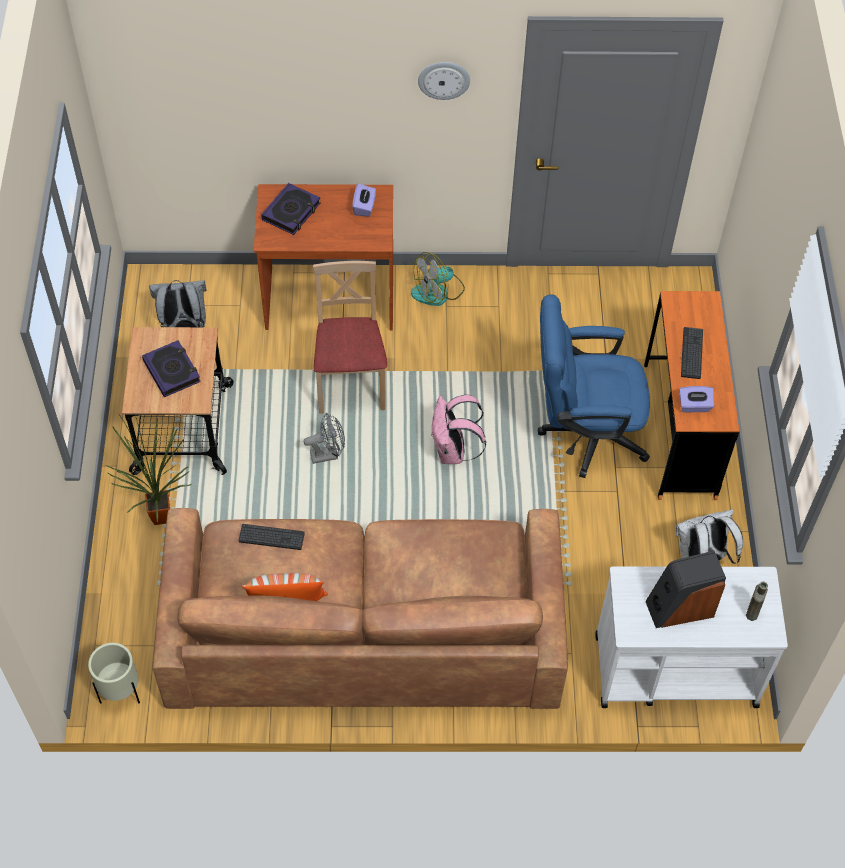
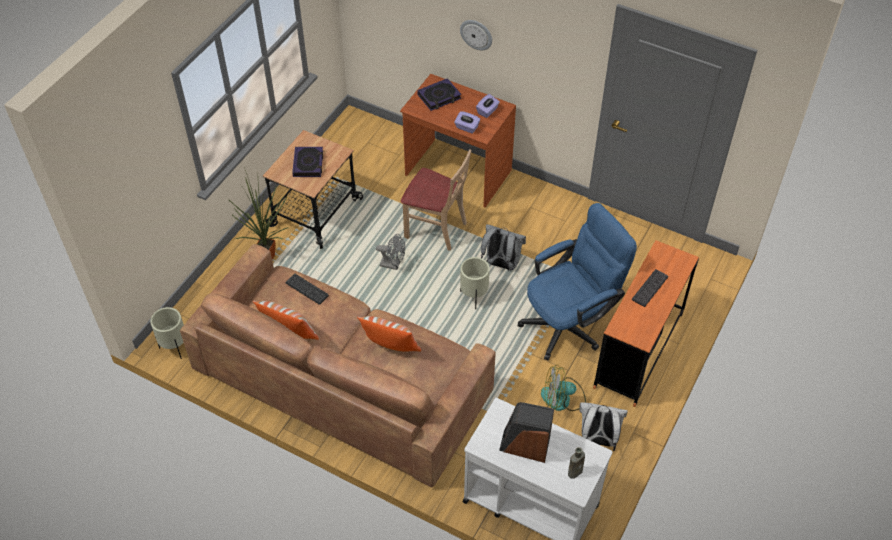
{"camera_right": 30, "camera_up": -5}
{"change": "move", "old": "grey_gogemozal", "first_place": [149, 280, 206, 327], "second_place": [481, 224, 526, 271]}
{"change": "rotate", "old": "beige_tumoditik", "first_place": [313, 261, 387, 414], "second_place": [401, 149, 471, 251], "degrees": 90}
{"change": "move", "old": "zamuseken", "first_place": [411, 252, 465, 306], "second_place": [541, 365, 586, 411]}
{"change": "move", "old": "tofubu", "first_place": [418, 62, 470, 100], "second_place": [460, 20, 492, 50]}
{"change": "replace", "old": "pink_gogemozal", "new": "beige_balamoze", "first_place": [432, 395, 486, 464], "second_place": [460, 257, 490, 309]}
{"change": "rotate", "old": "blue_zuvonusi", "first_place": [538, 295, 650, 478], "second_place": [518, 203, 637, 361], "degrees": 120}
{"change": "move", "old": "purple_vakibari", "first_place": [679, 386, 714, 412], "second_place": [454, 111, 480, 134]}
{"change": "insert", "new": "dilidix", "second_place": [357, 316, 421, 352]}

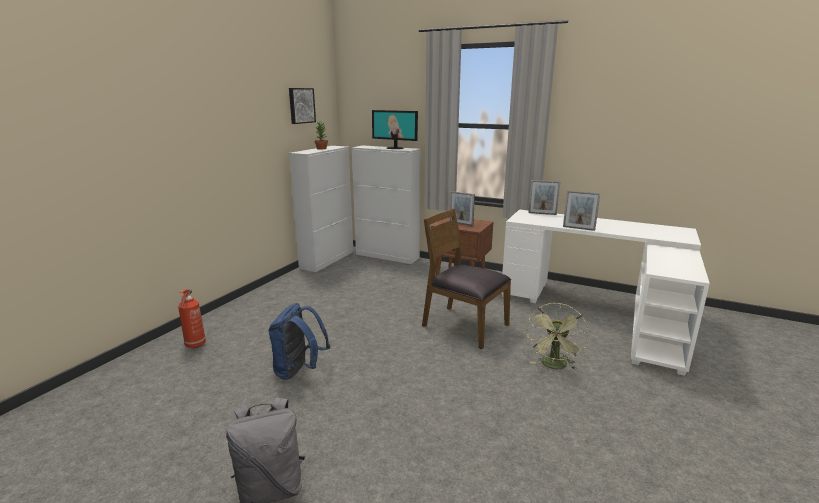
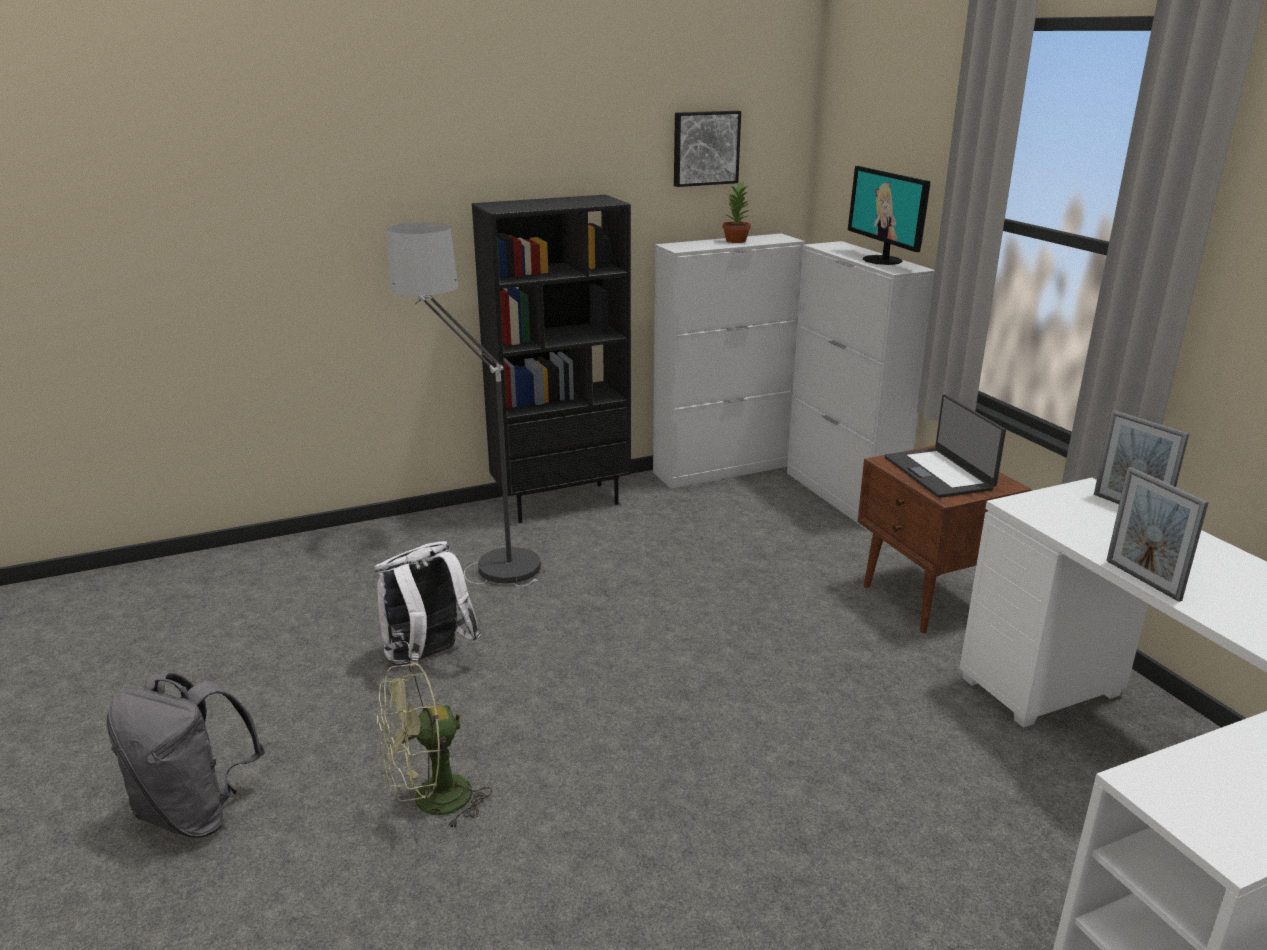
{"camera_right": 40, "camera_up": 5}
{"change": "delete", "old": "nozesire", "first_place": [178, 289, 206, 348]}
{"change": "recolor", "old": "blue_gogemozal", "new": "white_gogemozal", "first_place": [269, 303, 330, 380], "second_place": [374, 541, 482, 665]}
{"change": "delete", "old": "brown_tumoditik", "first_place": [422, 209, 511, 349]}
{"change": "replace", "old": "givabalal", "new": "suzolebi", "first_place": [450, 191, 475, 226], "second_place": [885, 394, 1006, 498]}
{"change": "move", "old": "green_zamuseken", "first_place": [527, 303, 589, 370], "second_place": [377, 663, 492, 830]}
{"change": "insert", "new": "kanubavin", "second_place": [387, 223, 541, 587]}
{"change": "insert", "new": "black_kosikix", "second_place": [472, 195, 631, 523]}

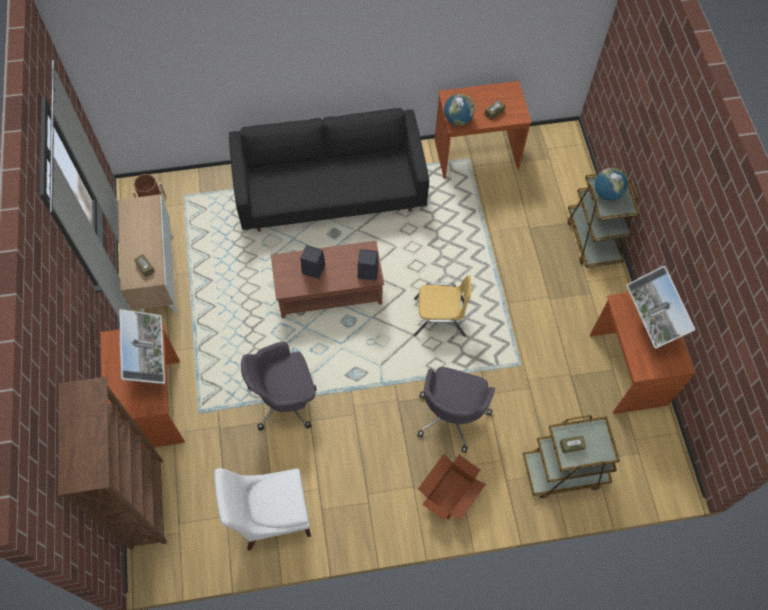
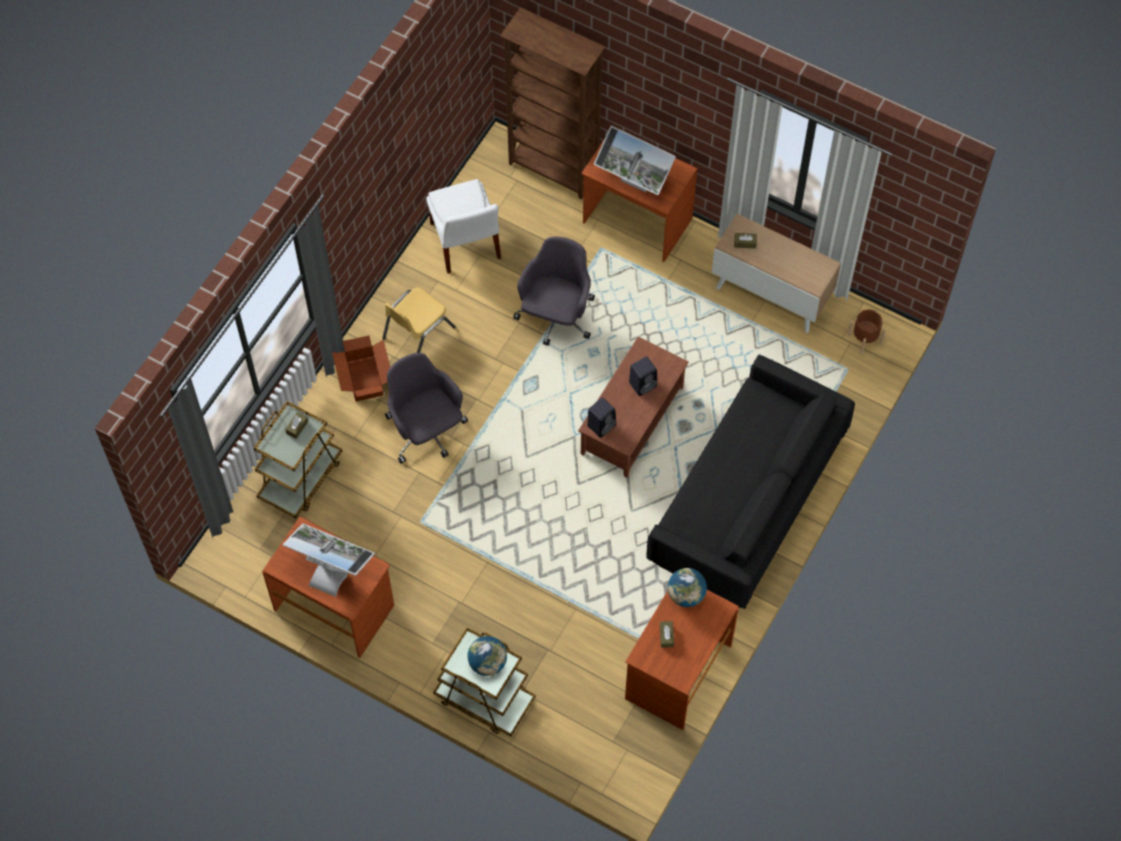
{"camera_right": 130, "camera_up": 0}
{"change": "rotate", "old": "white_tumoditik", "first_place": [214, 468, 311, 551], "second_place": [426, 179, 501, 273], "degrees": 135}
{"change": "move", "old": "yellow_tumoditik", "first_place": [414, 275, 471, 337], "second_place": [382, 288, 456, 353]}

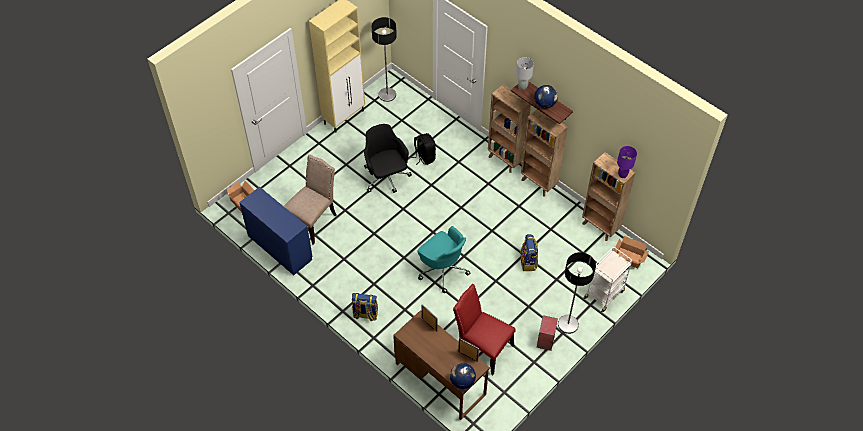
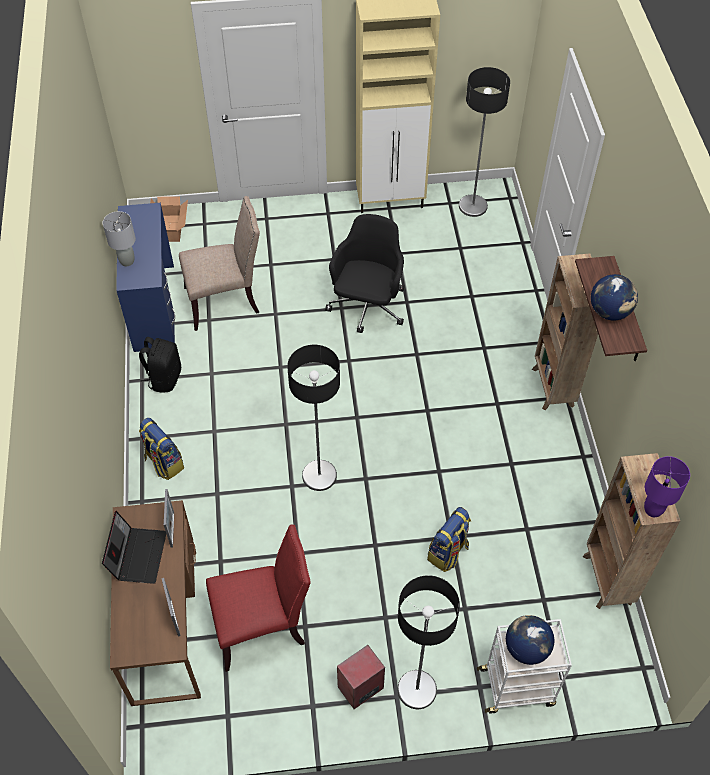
{"camera_right": 40, "camera_up": 0}
{"change": "move", "old": "black_gogemozal", "first_place": [411, 133, 436, 165], "second_place": [139, 337, 181, 393]}
{"change": "replace", "old": "turquoise_zuvonusi", "new": "kanubavin", "first_place": [418, 226, 471, 294], "second_place": [287, 345, 340, 491]}
{"change": "move", "old": "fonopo", "first_place": [450, 363, 476, 389], "second_place": [506, 615, 554, 665]}
{"change": "rotate", "old": "red_tumoditik", "first_place": [453, 284, 515, 375], "second_place": [206, 525, 311, 672], "degrees": 90}
{"change": "move", "old": "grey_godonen", "first_place": [516, 57, 534, 90], "second_place": [103, 211, 136, 266]}
{"change": "delete", "old": "brown_kosikix", "first_place": [521, 109, 568, 196]}
{"change": "delete", "old": "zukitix", "first_place": [614, 236, 650, 269]}
{"change": "insert", "new": "suzolebi", "second_place": [102, 511, 166, 584]}

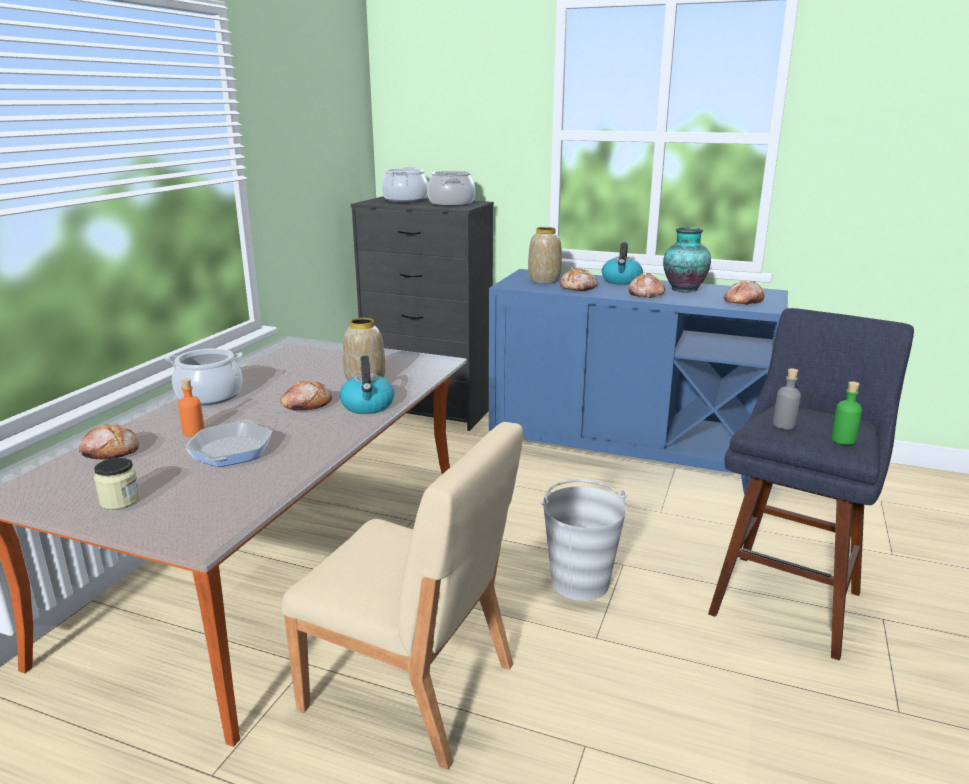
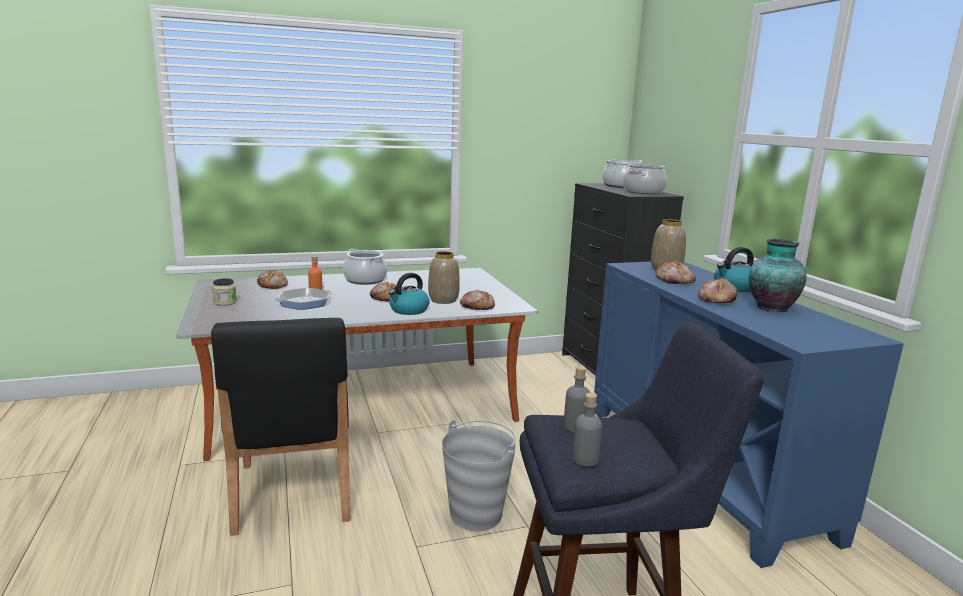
{"camera_right": 50, "camera_up": -5}
{"change": "recolor", "old": "beige_tumoditik", "new": "black_tumoditik", "first_place": [282, 422, 523, 770], "second_place": [211, 318, 350, 536]}
{"change": "move", "old": "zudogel", "first_place": [724, 281, 764, 304], "second_place": [460, 290, 495, 310]}
{"change": "recolor", "old": "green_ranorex", "new": "grey_ranorex", "first_place": [831, 381, 862, 445], "second_place": [573, 393, 602, 467]}

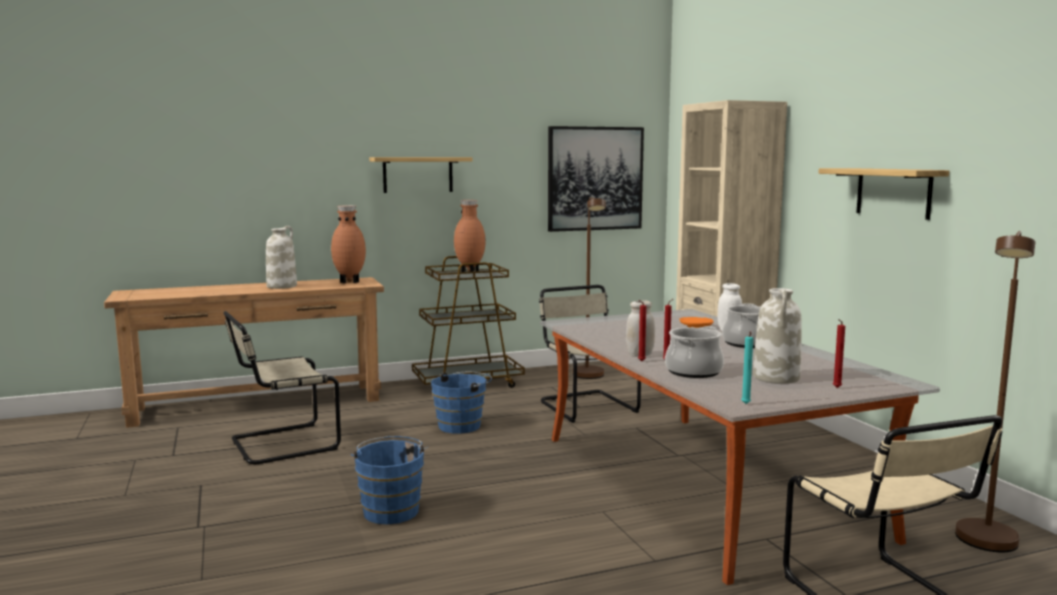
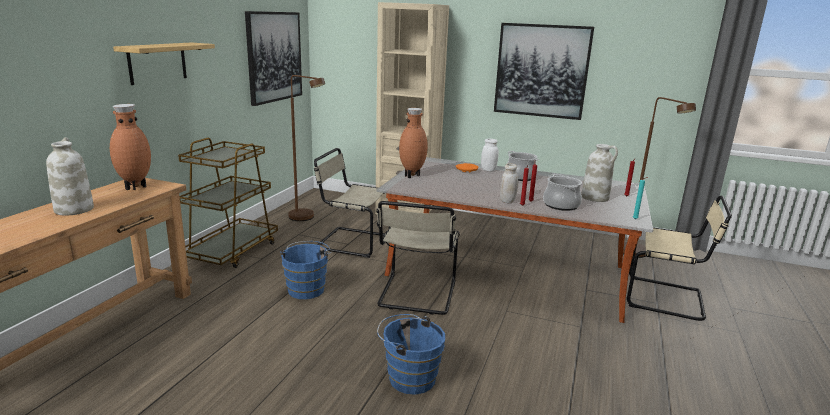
{"camera_right": -50, "camera_up": 10}
{"change": "move", "old": "beige_tumoditik", "first_place": [224, 311, 341, 464], "second_place": [376, 201, 460, 315]}
{"change": "move", "old": "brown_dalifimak", "first_place": [454, 200, 486, 272], "second_place": [399, 108, 428, 178]}
{"change": "replace", "old": "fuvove", "new": "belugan", "first_place": [818, 168, 949, 220], "second_place": [494, 23, 594, 120]}

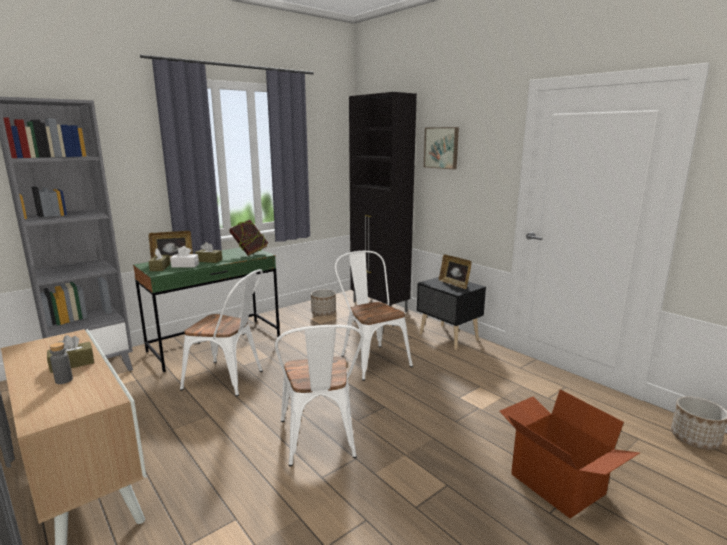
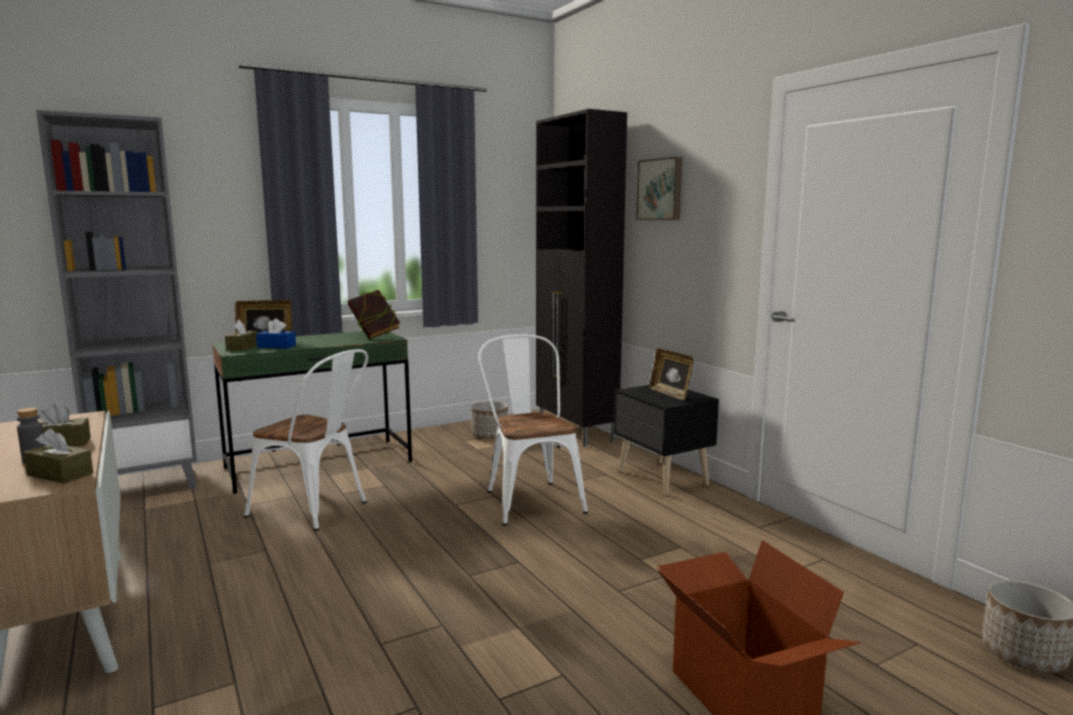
{"camera_right": 10, "camera_up": -5}
{"change": "recolor", "old": "white_vakibari", "new": "blue_vakibari", "first_place": [170, 246, 199, 268], "second_place": [256, 319, 296, 349]}
{"change": "move", "old": "brown_vakibari", "first_place": [195, 242, 222, 263], "second_place": [23, 428, 93, 484]}
{"change": "delete", "old": "white_tumoditik", "first_place": [275, 325, 363, 467]}

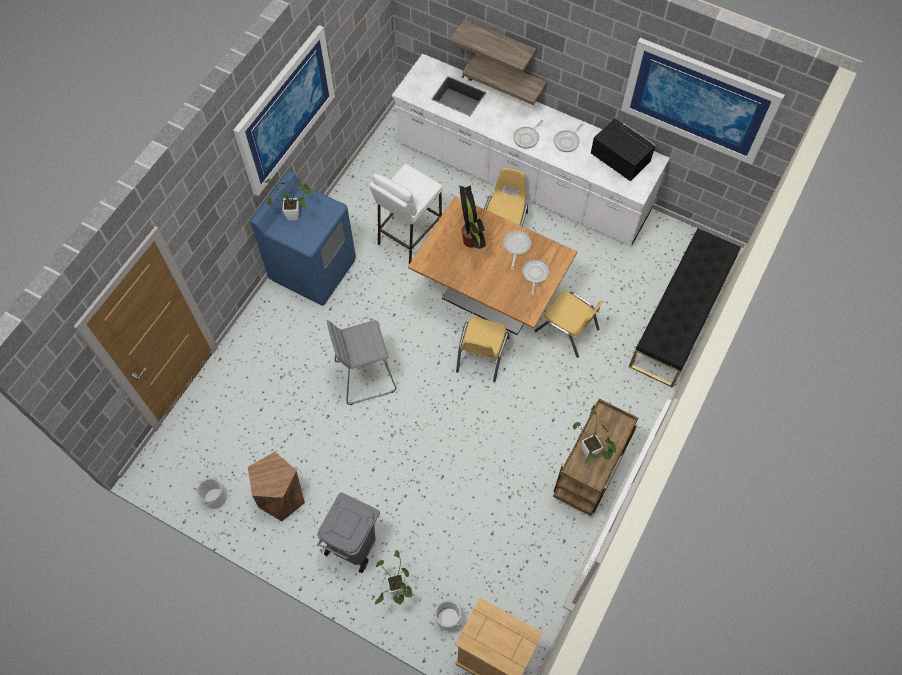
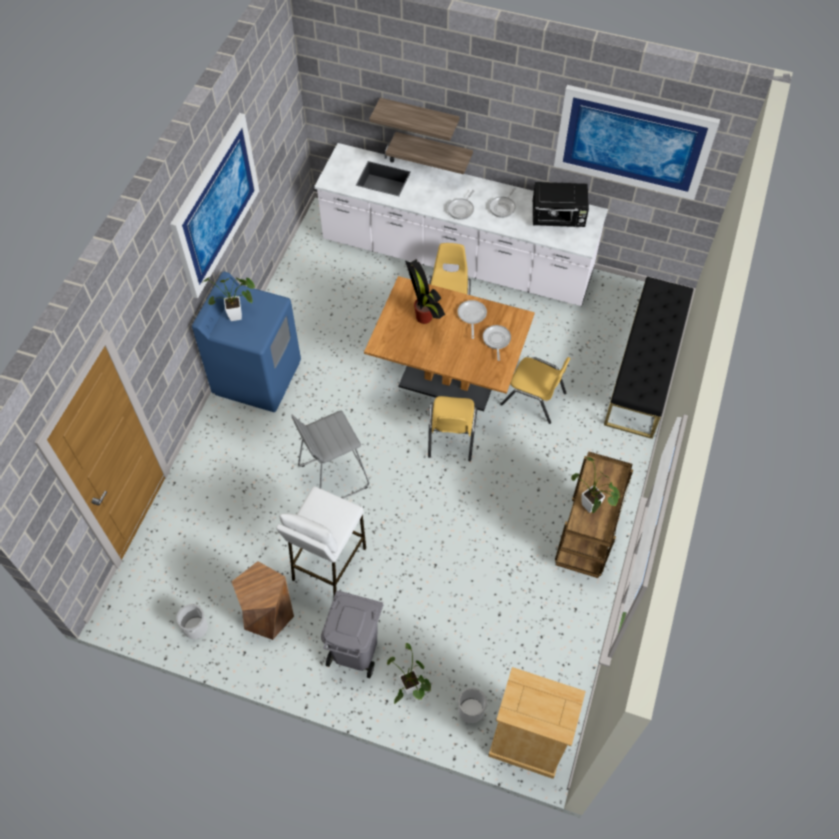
{"camera_right": -10, "camera_up": -5}
{"change": "move", "old": "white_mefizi", "first_place": [369, 164, 443, 264], "second_place": [276, 486, 366, 596]}
{"change": "rotate", "old": "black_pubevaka", "first_place": [591, 118, 656, 181], "second_place": [533, 182, 589, 227], "degrees": 150}

